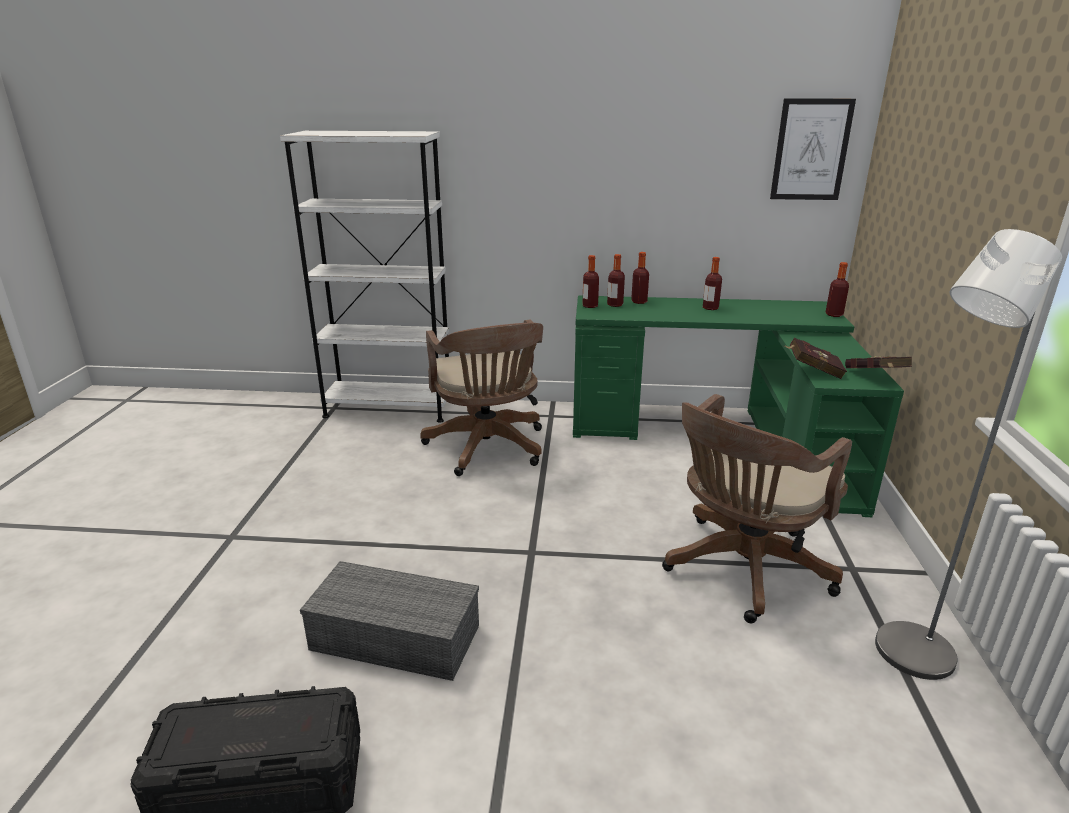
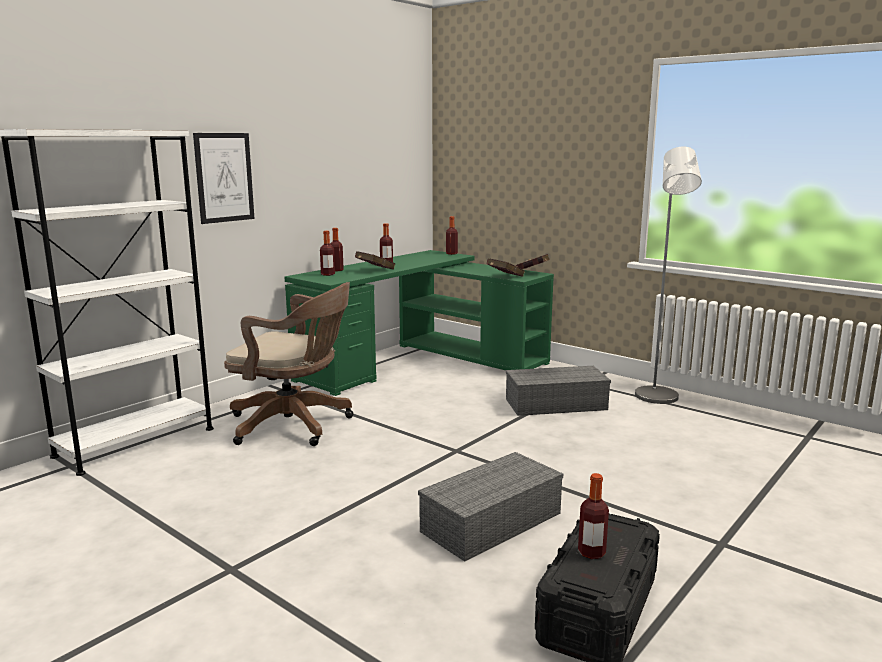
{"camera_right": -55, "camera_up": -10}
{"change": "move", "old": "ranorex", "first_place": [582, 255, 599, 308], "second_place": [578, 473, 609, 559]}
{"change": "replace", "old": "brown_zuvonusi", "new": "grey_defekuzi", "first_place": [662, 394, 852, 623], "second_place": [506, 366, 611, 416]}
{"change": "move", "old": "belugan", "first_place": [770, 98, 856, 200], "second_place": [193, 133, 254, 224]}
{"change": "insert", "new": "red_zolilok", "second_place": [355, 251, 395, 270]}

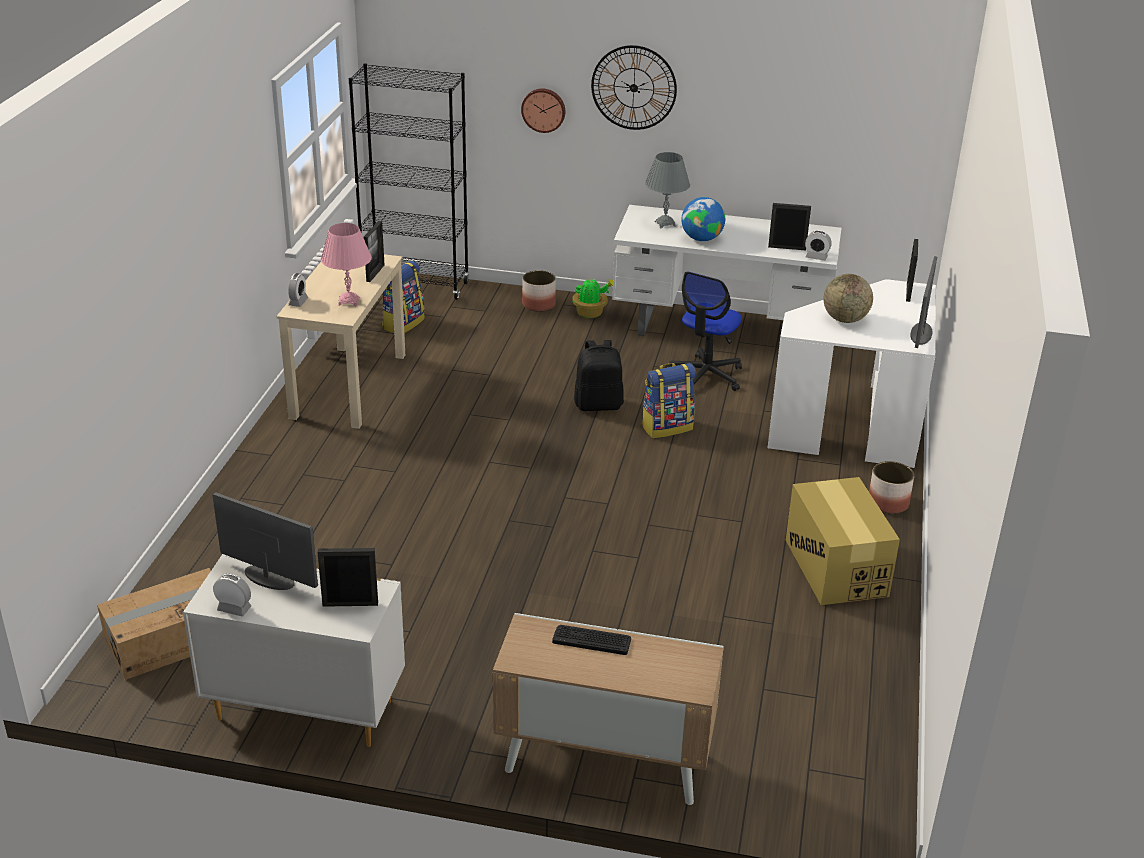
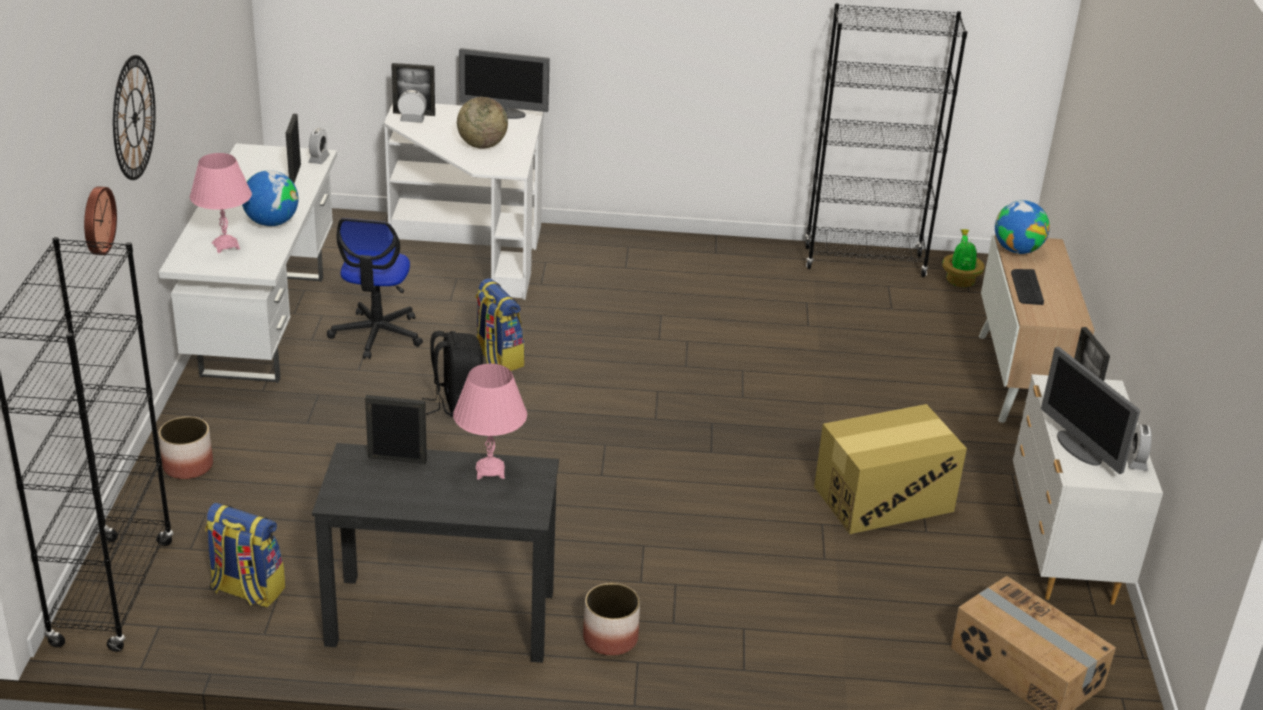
{"camera_right": -100, "camera_up": 0}
{"change": "rotate", "old": "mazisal", "first_place": [212, 492, 318, 590], "second_place": [1041, 347, 1140, 474], "degrees": -45}
{"change": "recolor", "old": "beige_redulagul", "new": "black_redulagul", "first_place": [276, 254, 405, 429], "second_place": [312, 443, 559, 663]}
{"change": "move", "old": "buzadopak", "first_place": [288, 273, 308, 307], "second_place": [397, 90, 427, 123]}
{"change": "move", "old": "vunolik", "first_place": [572, 277, 613, 318], "second_place": [942, 229, 984, 287]}
{"change": "recolor", "old": "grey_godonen", "new": "pink_godonen", "first_place": [645, 152, 690, 228], "second_place": [190, 153, 252, 253]}
{"change": "rotate", "old": "zuvonusi", "first_place": [665, 271, 742, 391], "second_place": [327, 218, 423, 359], "degrees": 75}
{"change": "move", "old": "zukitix", "first_place": [786, 477, 900, 605], "second_place": [814, 404, 967, 534]}
{"change": "move", "old": "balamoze", "first_place": [869, 461, 914, 514], "second_place": [583, 583, 640, 656]}
{"change": "insert", "new": "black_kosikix", "second_place": [805, 3, 967, 277]}
{"change": "insert", "new": "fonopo", "second_place": [995, 200, 1050, 254]}

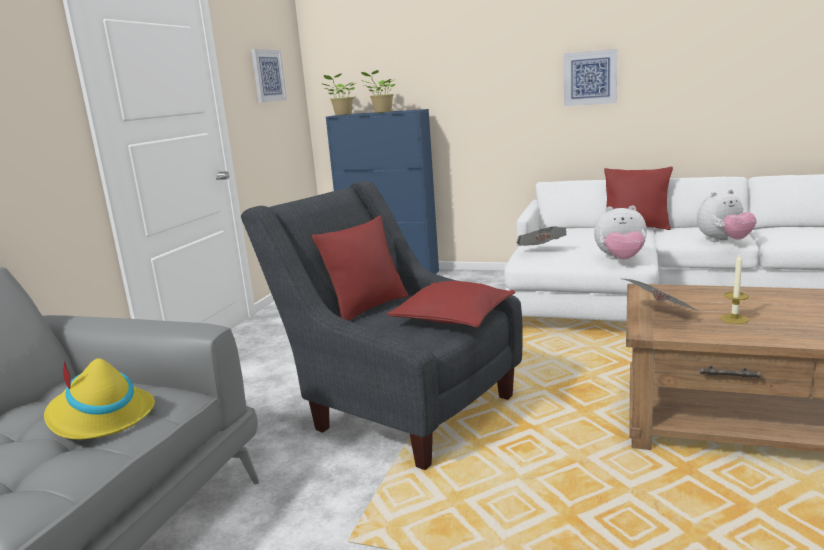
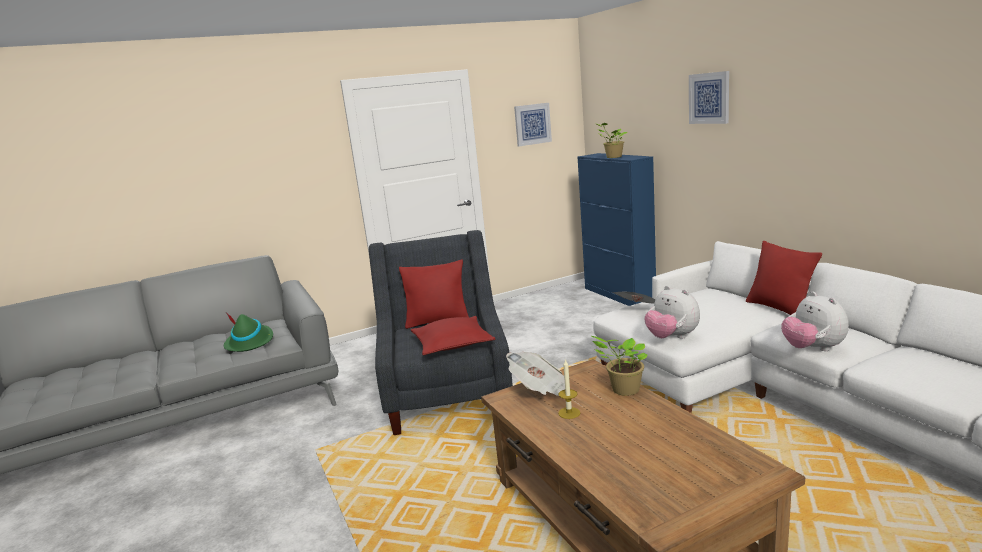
{"camera_right": 45, "camera_up": 0}
{"change": "recolor", "old": "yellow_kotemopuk", "new": "green_kotemopuk", "first_place": [44, 358, 155, 439], "second_place": [224, 312, 273, 352]}
{"change": "move", "old": "vunolik", "first_place": [323, 73, 356, 115], "second_place": [592, 336, 648, 396]}
{"change": "move", "old": "belugan", "first_place": [564, 49, 618, 106], "second_place": [689, 71, 729, 124]}
{"change": "rotate", "old": "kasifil", "first_place": [697, 189, 757, 242], "second_place": [781, 292, 849, 351], "degrees": 45}

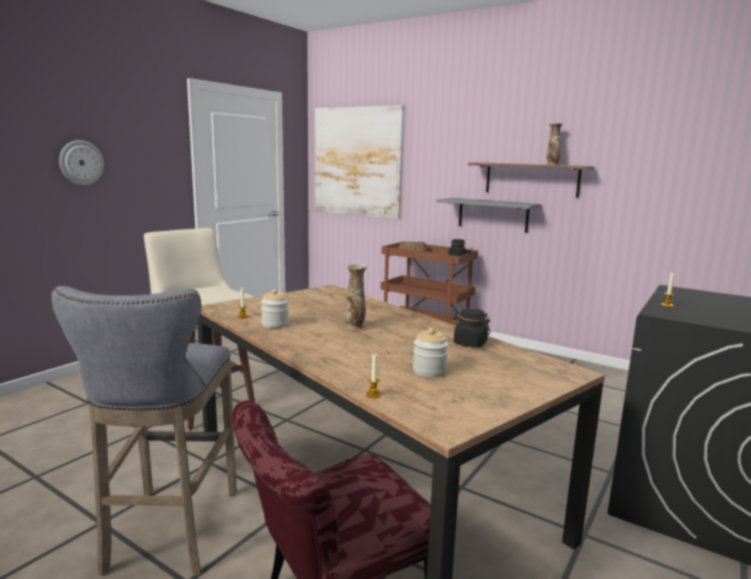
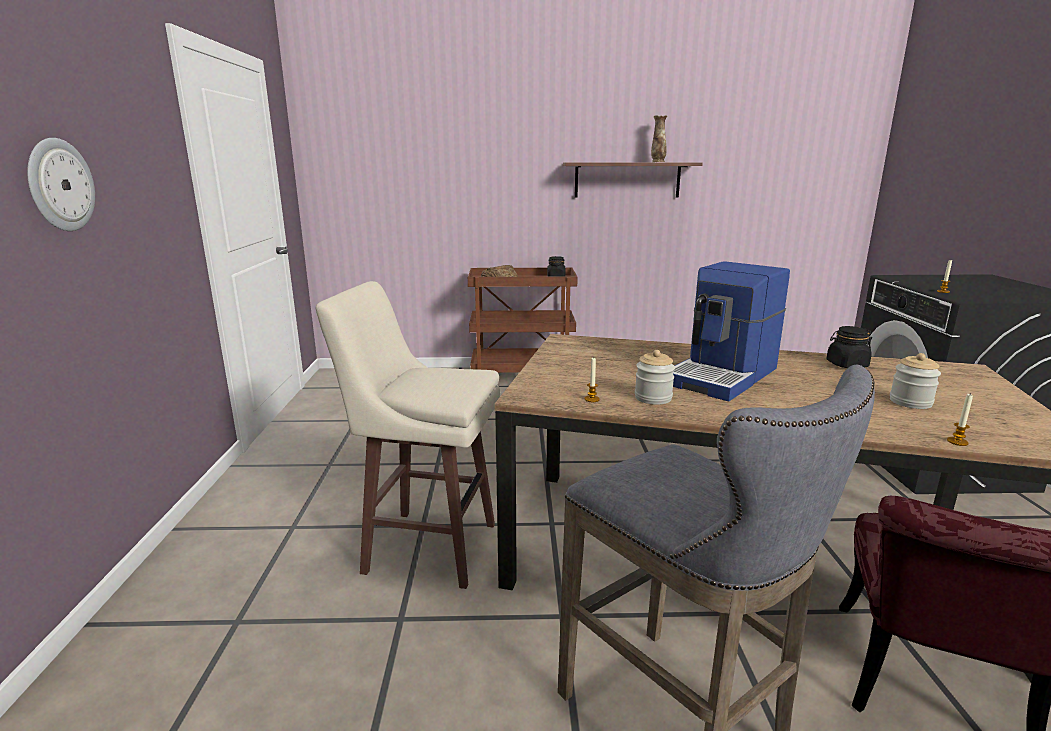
{"camera_right": -35, "camera_up": 5}
{"change": "delete", "old": "belugan", "first_place": [315, 105, 405, 220]}
{"change": "replace", "old": "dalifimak", "new": "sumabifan", "first_place": [344, 264, 367, 329], "second_place": [673, 261, 790, 402]}
{"change": "delete", "old": "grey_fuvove", "first_place": [436, 198, 541, 233]}

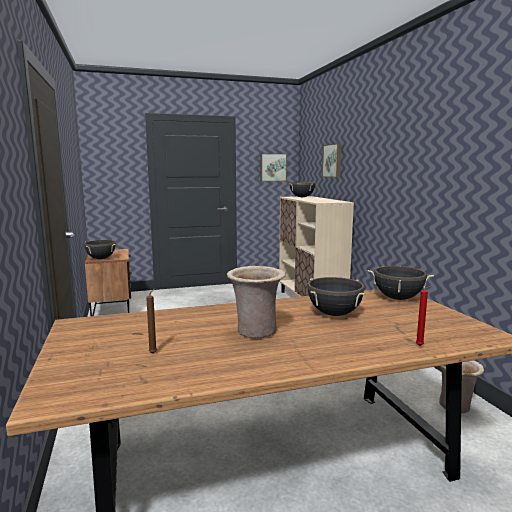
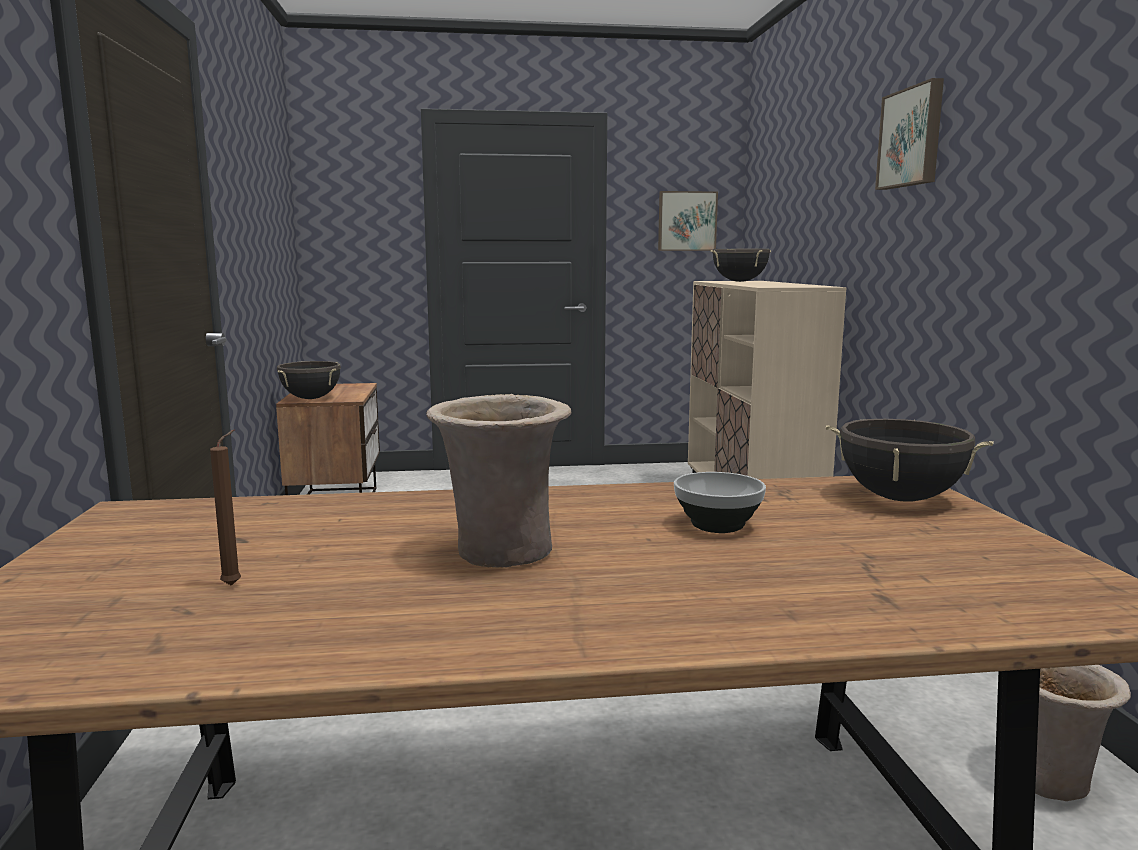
{"camera_right": 10, "camera_up": 0}
{"change": "replace", "old": "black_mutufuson", "new": "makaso", "first_place": [307, 277, 365, 316], "second_place": [674, 472, 766, 533]}
{"change": "move", "old": "belugan", "first_place": [322, 143, 341, 177], "second_place": [875, 78, 944, 190]}
{"change": "delete", "old": "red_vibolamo", "first_place": [416, 286, 431, 346]}

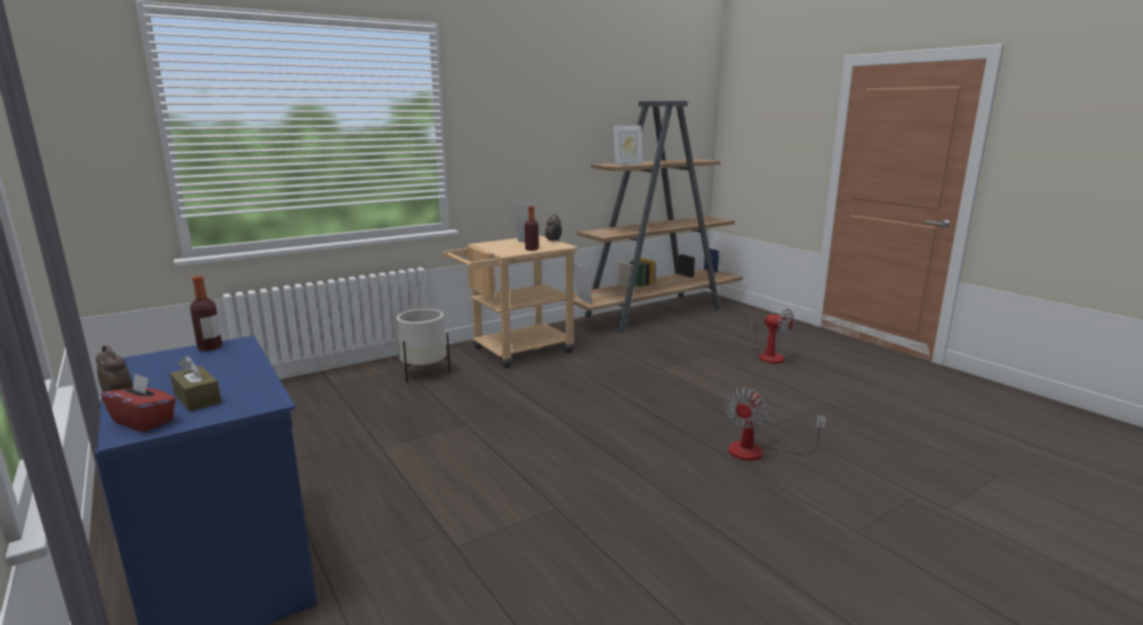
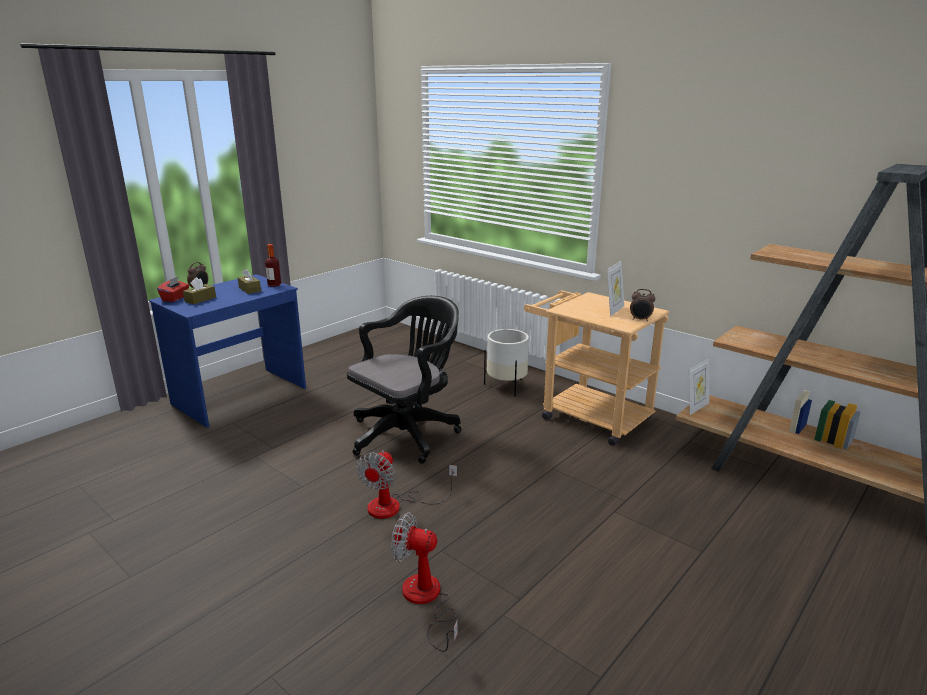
{"camera_right": 75, "camera_up": 5}
{"change": "delete", "old": "ranorex", "first_place": [525, 206, 539, 251]}
{"change": "delete", "old": "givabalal", "first_place": [613, 125, 643, 165]}
{"change": "move", "old": "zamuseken", "first_place": [750, 308, 794, 364], "second_place": [356, 450, 457, 519]}
{"change": "insert", "new": "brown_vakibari", "second_place": [237, 268, 261, 294]}
{"change": "insert", "new": "black_zuvonusi", "second_place": [347, 296, 461, 464]}

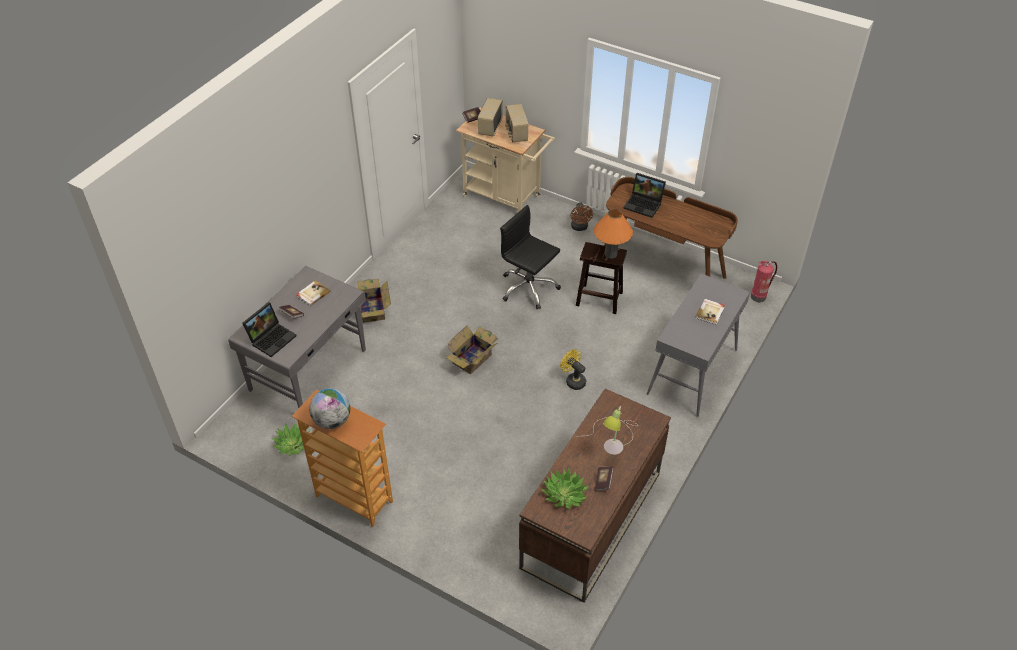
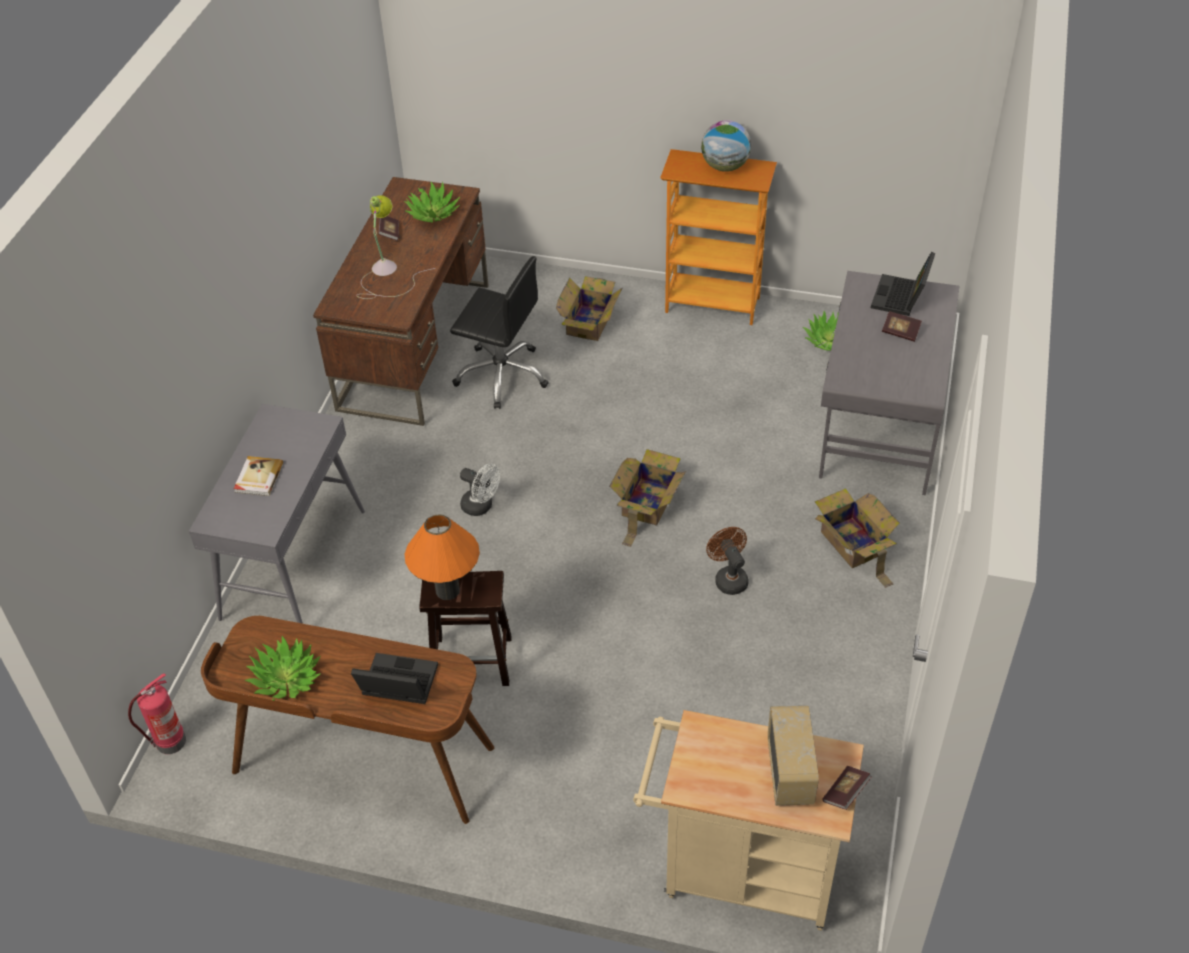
{"camera_right": 165, "camera_up": 0}
{"change": "delete", "old": "zolilok", "first_place": [296, 280, 330, 306]}
{"change": "move", "old": "black_zuvonusi", "first_place": [500, 205, 561, 309], "second_place": [450, 256, 549, 409]}
{"change": "delete", "old": "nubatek", "first_place": [505, 104, 528, 143]}
{"change": "recolor", "old": "yellow_zamuseken", "new": "white_zamuseken", "first_place": [560, 349, 586, 390], "second_place": [460, 464, 500, 516]}
{"change": "move", "old": "brown_zamuseken", "first_place": [571, 202, 593, 231], "second_place": [706, 527, 749, 595]}
{"change": "insert", "new": "vunolik", "second_place": [245, 636, 321, 701]}
{"change": "insert", "new": "zukitix", "second_place": [556, 276, 623, 341]}

